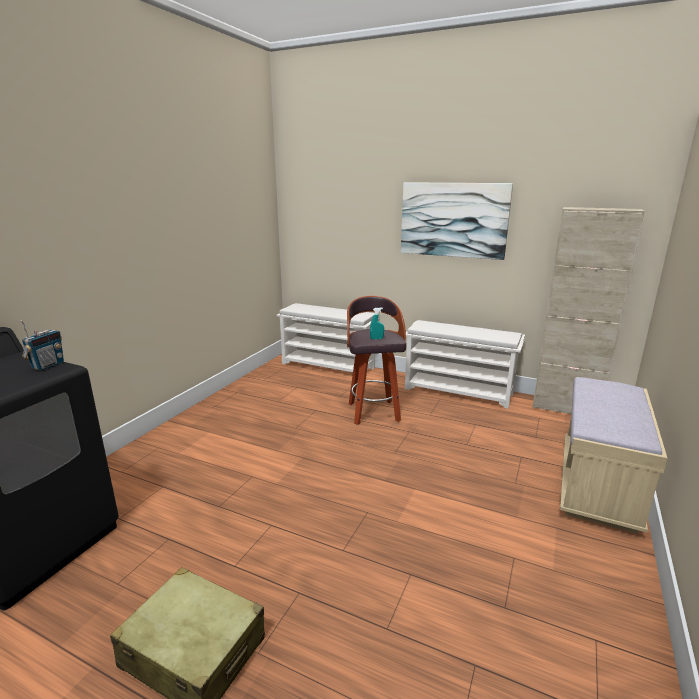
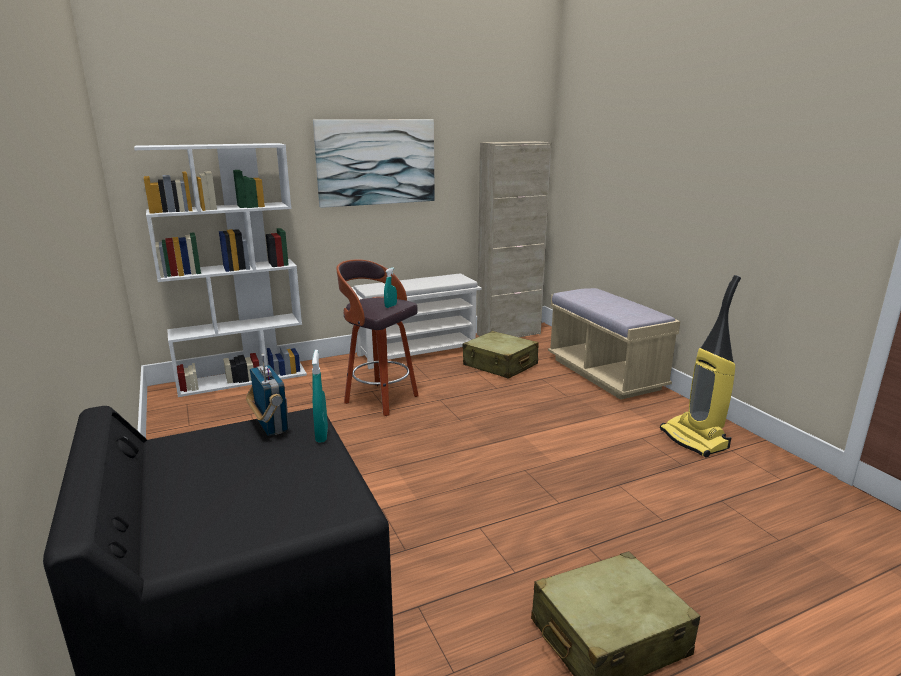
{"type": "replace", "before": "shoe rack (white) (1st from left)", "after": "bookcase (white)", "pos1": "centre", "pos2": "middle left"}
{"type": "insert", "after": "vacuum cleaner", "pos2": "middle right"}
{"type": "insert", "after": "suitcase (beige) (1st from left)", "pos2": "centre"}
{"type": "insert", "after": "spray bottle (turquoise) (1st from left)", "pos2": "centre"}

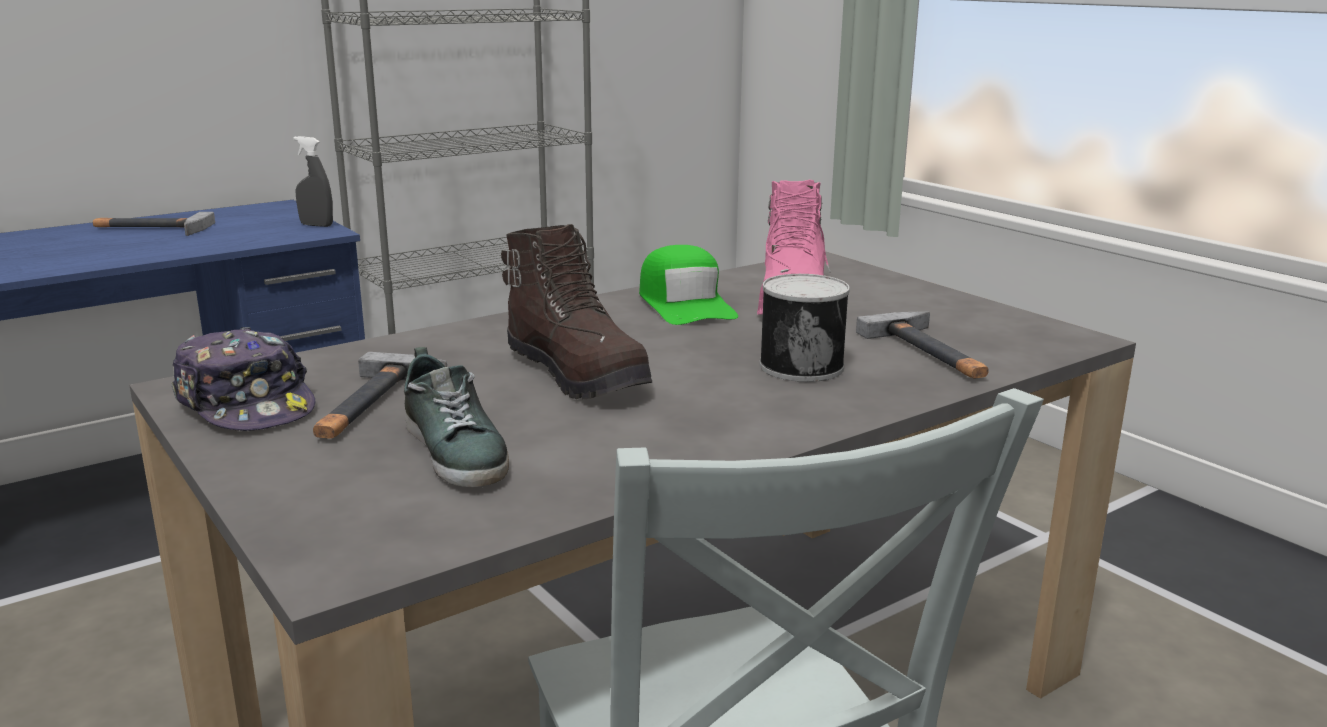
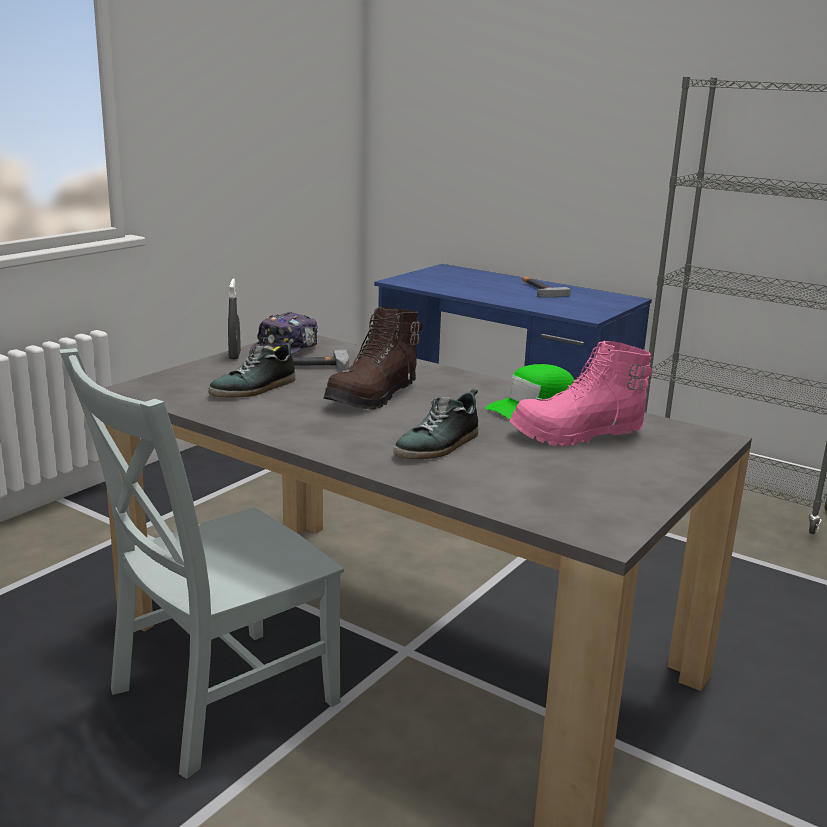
{"type": "move", "before": "spray bottle (grey)", "pos1": "top left", "pos2": "middle left"}
{"type": "replace", "before": "can", "after": "shoe (2nd from left)", "pos1": "centre", "pos2": "centre"}
{"type": "delete", "before": "hammer (3rd from left)", "pos1": "middle right"}

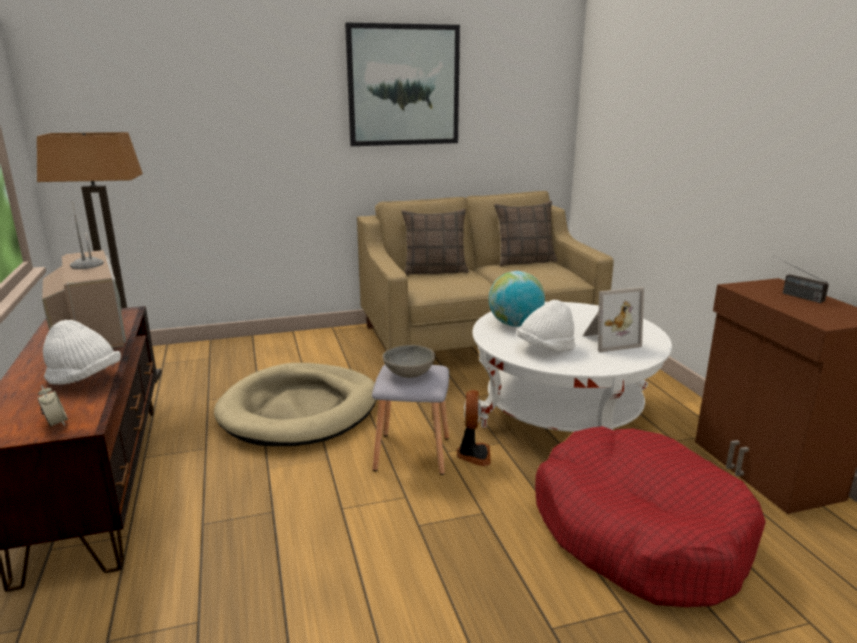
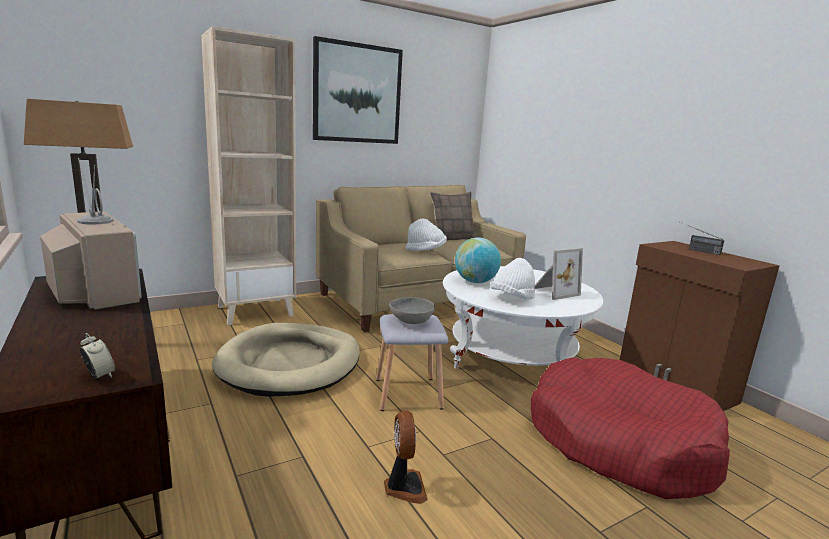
{"type": "delete", "before": "pillow (1st from left)", "pos1": "centre"}
{"type": "move", "before": "hat (white) (1st from left)", "pos1": "middle left", "pos2": "centre"}
{"type": "move", "before": "fan", "pos1": "centre", "pos2": "bottom centre"}
{"type": "insert", "after": "bookcase (beige)", "pos2": "top left"}

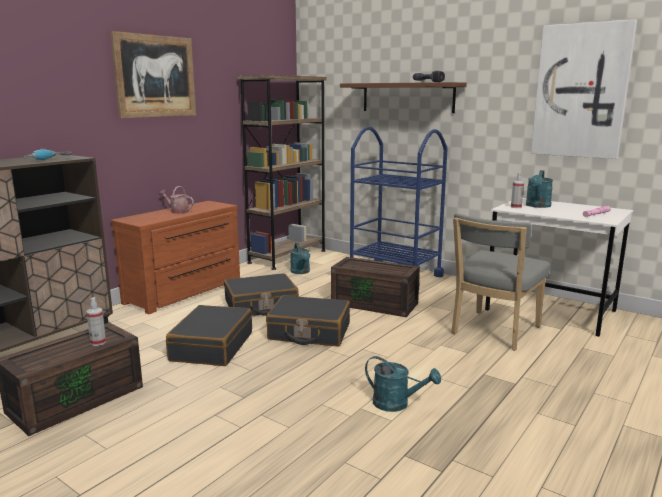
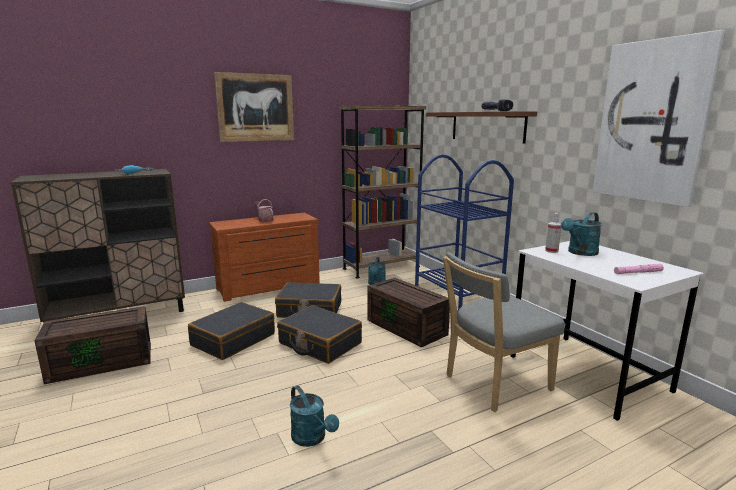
{"type": "delete", "before": "spray bottle (1st from left)", "pos1": "middle left"}

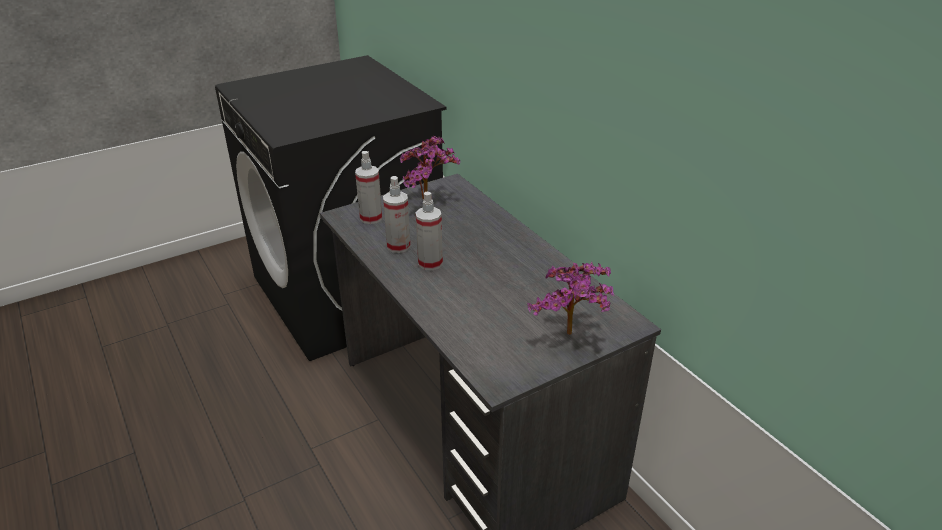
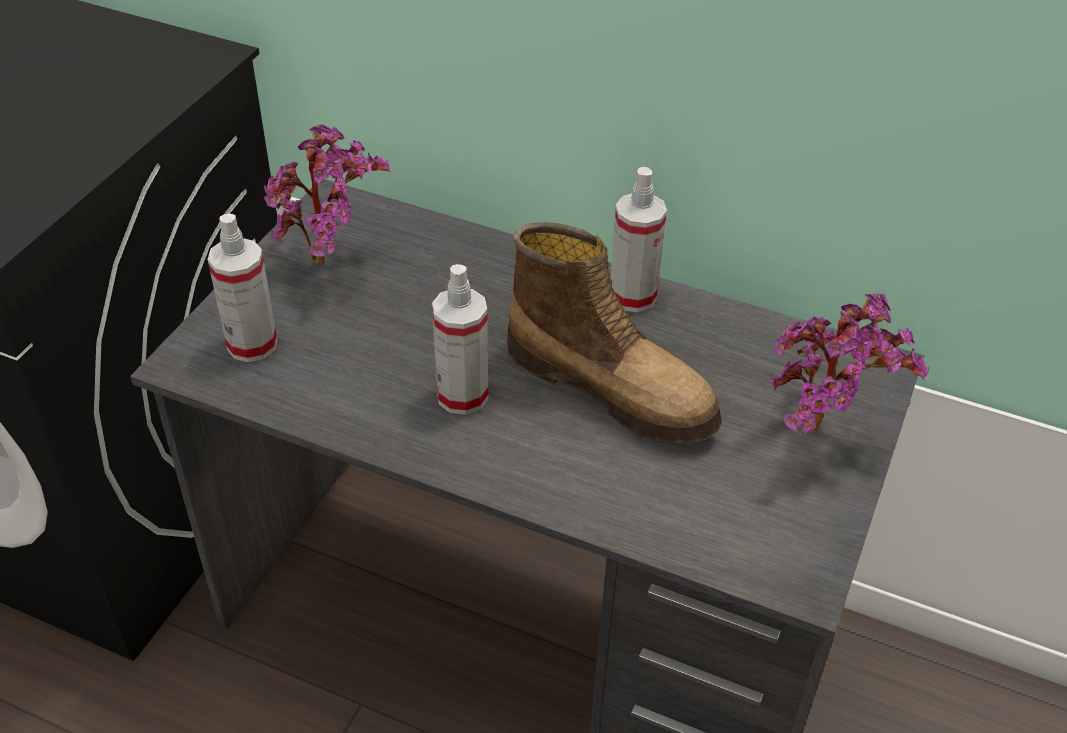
{"type": "move", "before": "spray bottle (2nd from left in the first image)", "after": "spray bottle (3rd from left)", "pos1": "centre", "pos2": "top centre"}
{"type": "insert", "after": "boot", "pos2": "centre"}

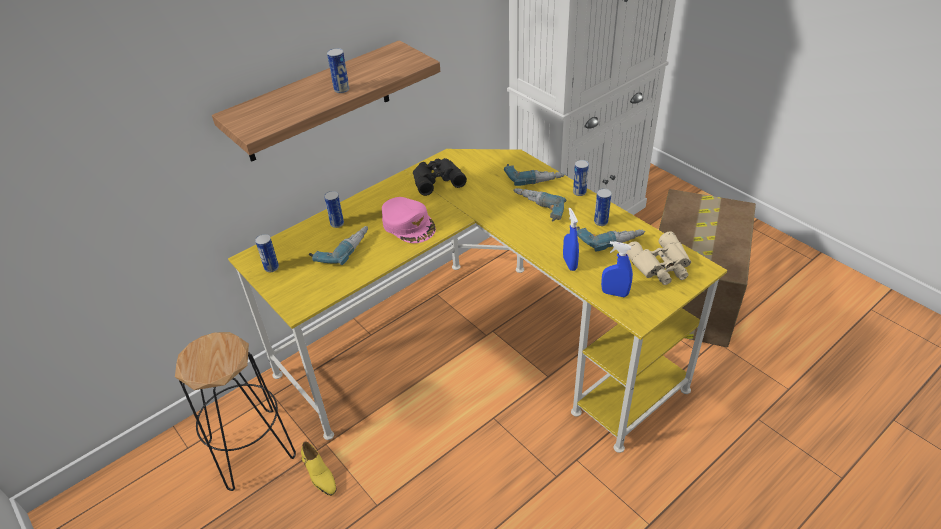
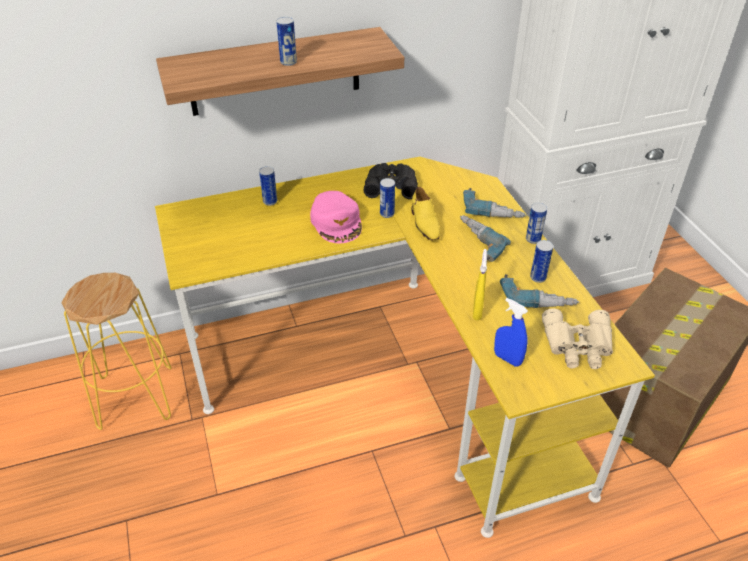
{"type": "recolor", "before": "spray bottle (blue) (1st from left)", "after": "spray bottle (yellow)", "pos1": "centre", "pos2": "centre"}
{"type": "delete", "before": "power drill (1st from left)", "pos1": "centre"}
{"type": "move", "before": "can (1st from left in the first image)", "after": "can (3rd from left)", "pos1": "middle left", "pos2": "centre"}
{"type": "recolor", "before": "stool (black)", "after": "stool (yellow)", "pos1": "bottom left", "pos2": "middle left"}
{"type": "move", "before": "shoe (yellow)", "pos1": "bottom centre", "pos2": "centre"}

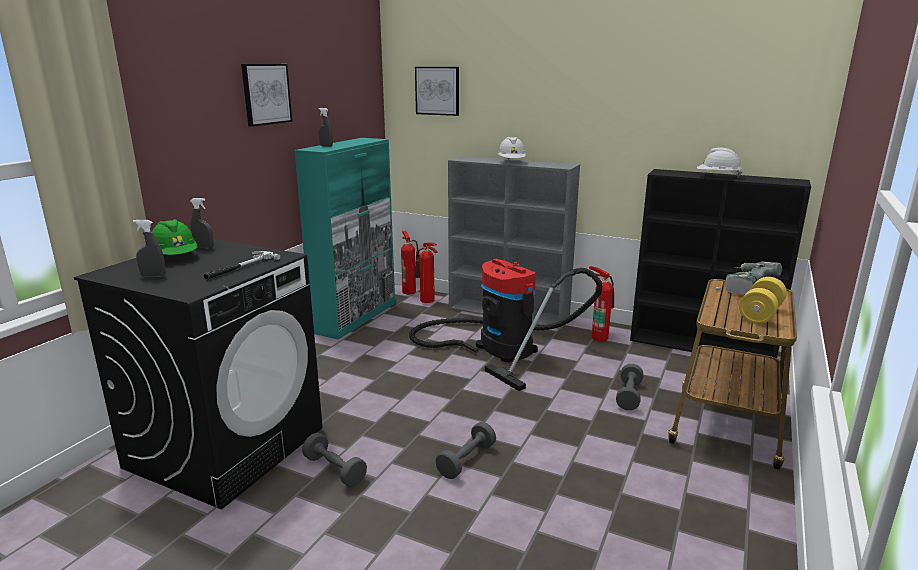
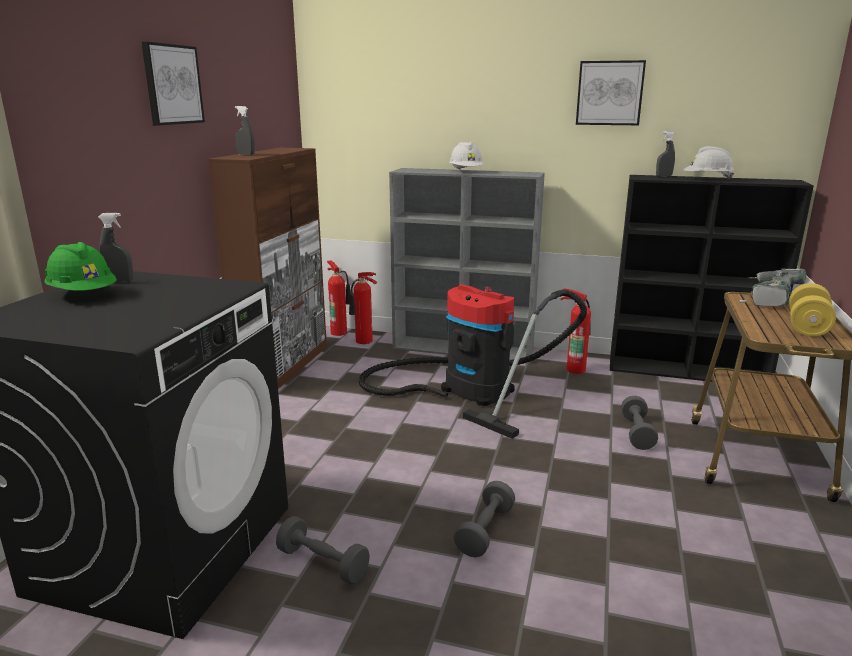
{"type": "move", "before": "picture (2nd from left)", "pos1": "top centre", "pos2": "top right"}
{"type": "recolor", "before": "cabinet (turquoise)", "after": "cabinet (brown)", "pos1": "centre", "pos2": "middle left"}
{"type": "move", "before": "spray bottle (grey) (1st from left in the first image)", "after": "spray bottle (grey) (3rd from left)", "pos1": "middle left", "pos2": "top right"}
{"type": "delete", "before": "hammer", "pos1": "middle left"}

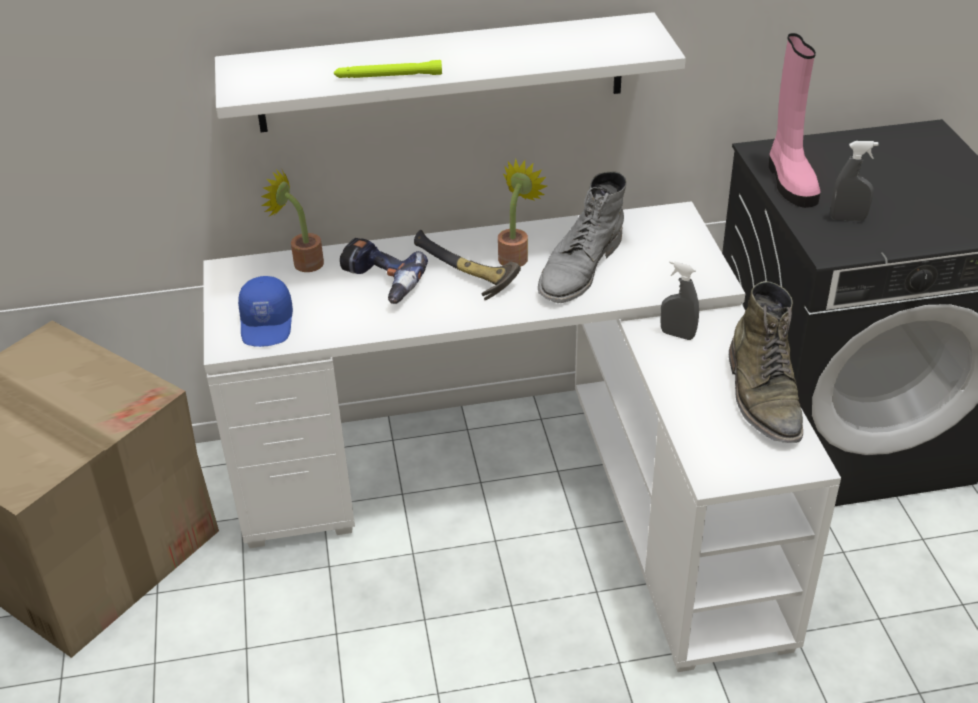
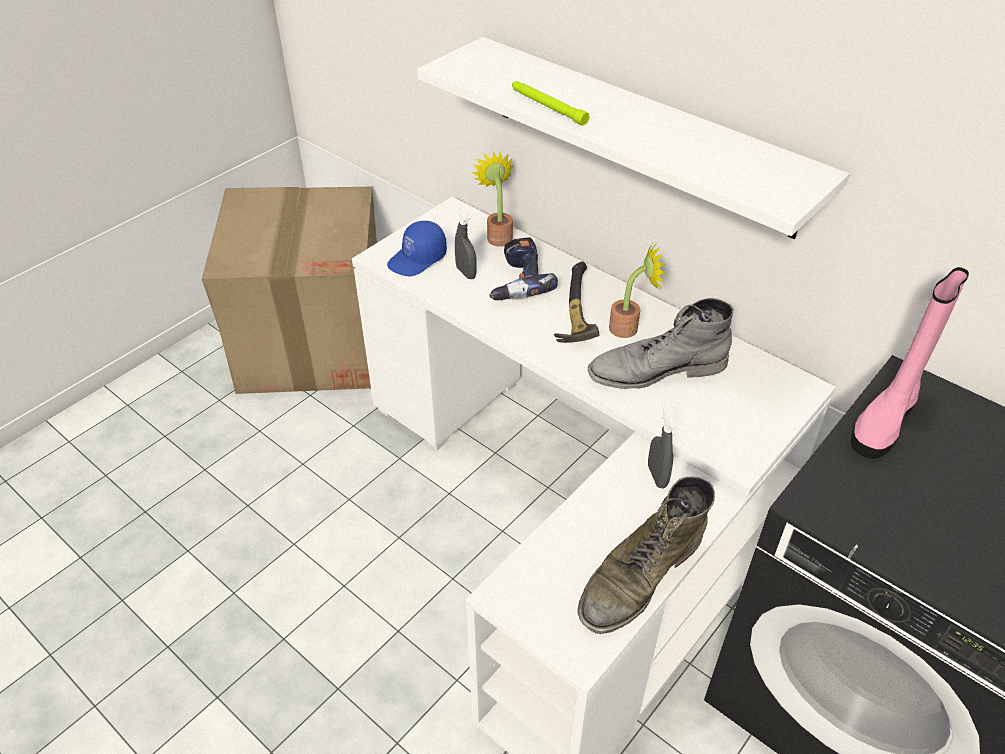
{"type": "move", "before": "spray bottle (grey) (2nd from left in the first image)", "after": "spray bottle (grey) (1st from left)", "pos1": "top right", "pos2": "top centre"}

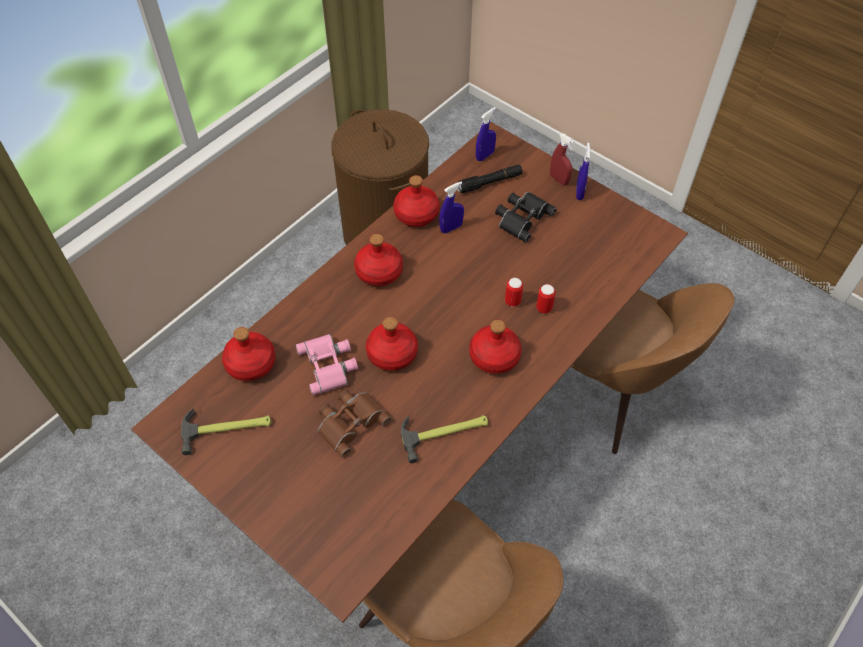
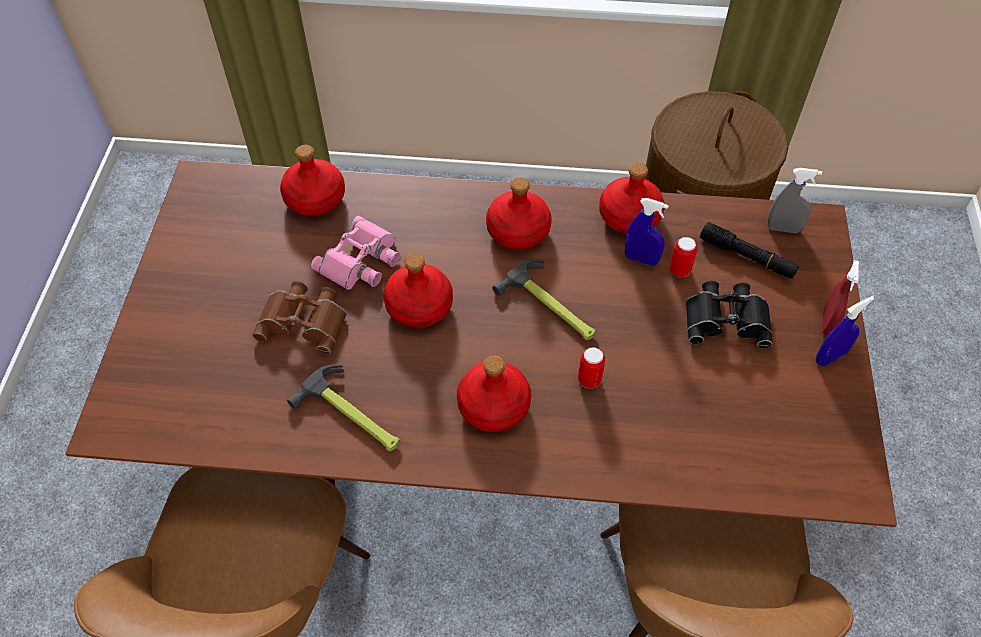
{"type": "recolor", "before": "spray bottle (blue) (2nd from left)", "after": "spray bottle (grey)", "pos1": "top centre", "pos2": "top right"}
{"type": "move", "before": "can (2nd from left)", "pos1": "centre", "pos2": "middle right"}
{"type": "move", "before": "hammer (1st from left in the first image)", "after": "hammer (2nd from left)", "pos1": "middle left", "pos2": "centre"}

